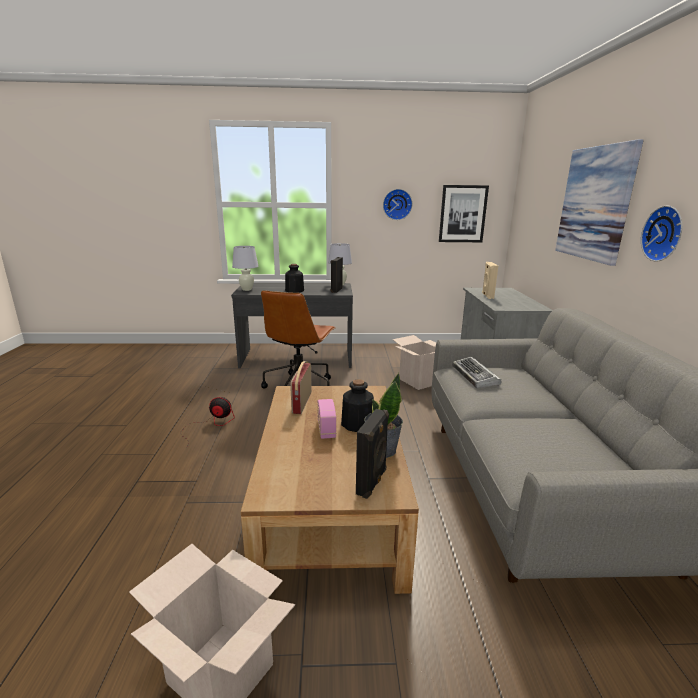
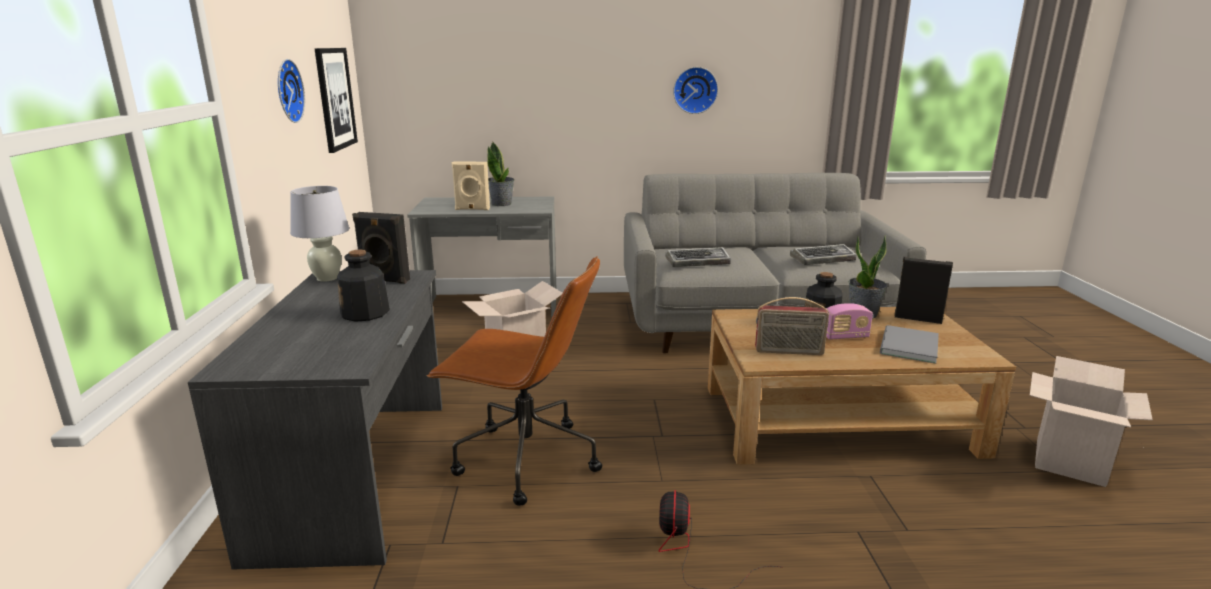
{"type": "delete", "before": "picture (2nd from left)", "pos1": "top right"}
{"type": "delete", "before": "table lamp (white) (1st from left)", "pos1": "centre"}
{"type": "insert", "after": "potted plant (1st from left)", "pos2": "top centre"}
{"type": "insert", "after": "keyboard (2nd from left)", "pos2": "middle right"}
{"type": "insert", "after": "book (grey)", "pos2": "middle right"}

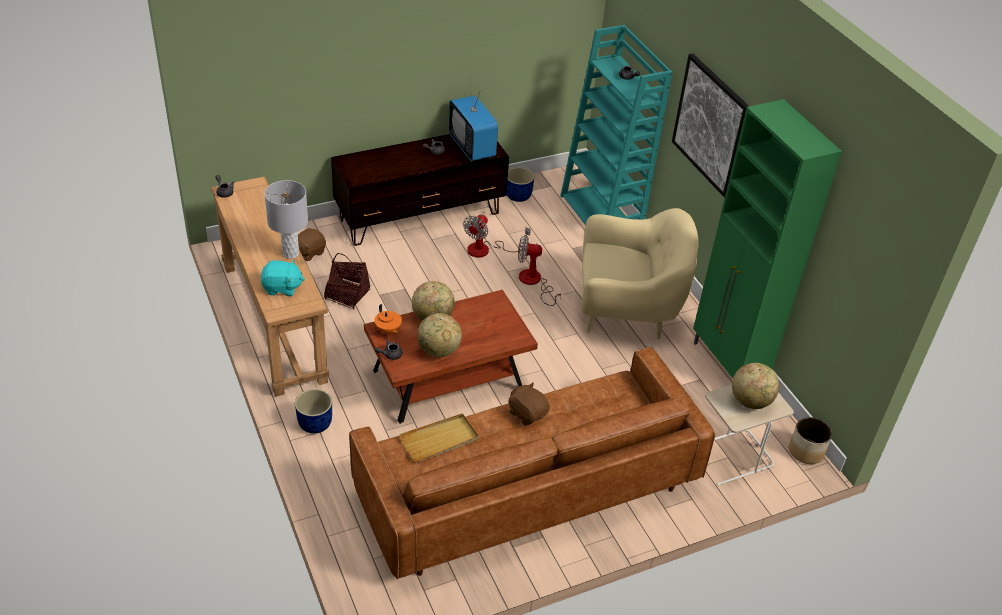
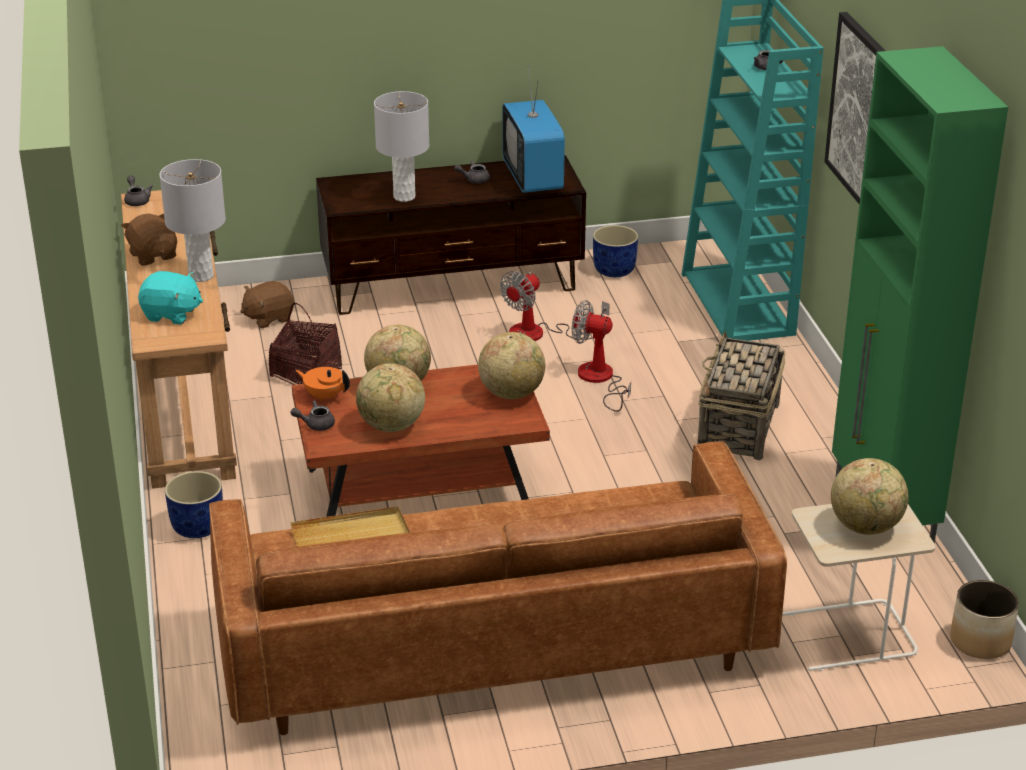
{"type": "replace", "before": "armchair (beige)", "after": "basket (2nd from left)", "pos1": "centre", "pos2": "middle right"}
{"type": "rotate", "before": "teapot (orange)", "pos1": "centre", "pos2": "middle left", "turn": 135}
{"type": "move", "before": "plush toy (brown) (2nd from left in the first image)", "after": "plush toy (brown) (1st from left)", "pos1": "centre", "pos2": "top left"}
{"type": "insert", "after": "table lamp (grey) (2nd from left)", "pos2": "top centre"}
{"type": "insert", "after": "globe (3rd from left)", "pos2": "centre"}

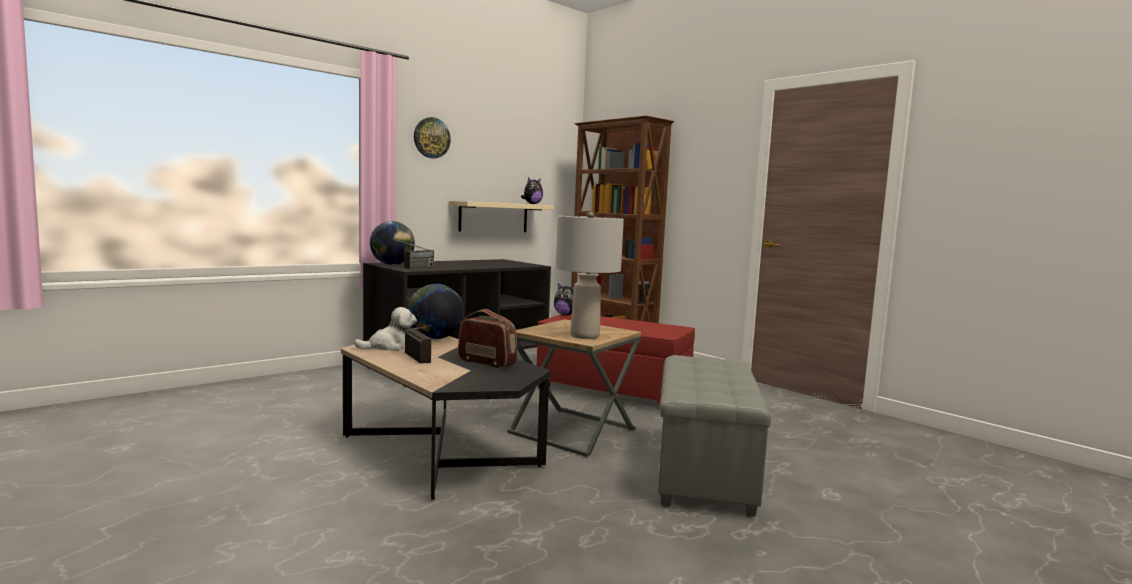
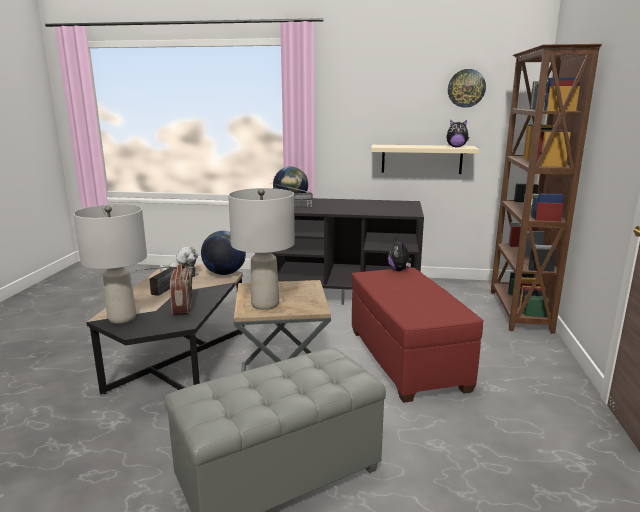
{"type": "move", "before": "wall clock", "pos1": "top centre", "pos2": "top right"}
{"type": "insert", "after": "table lamp (grey) (1st from left)", "pos2": "middle left"}

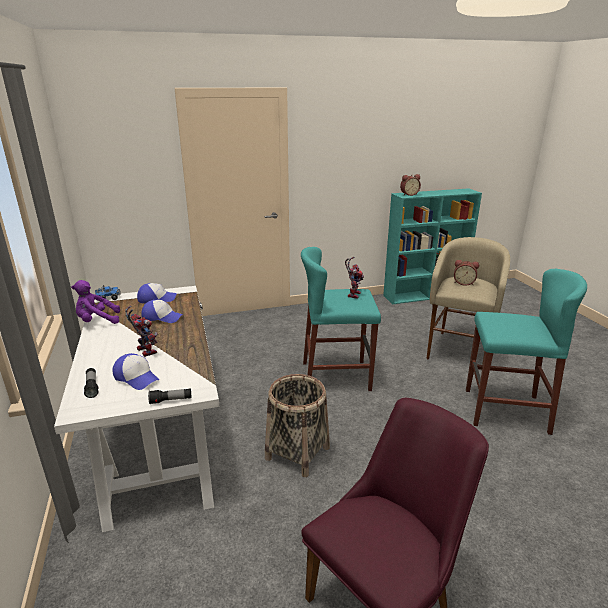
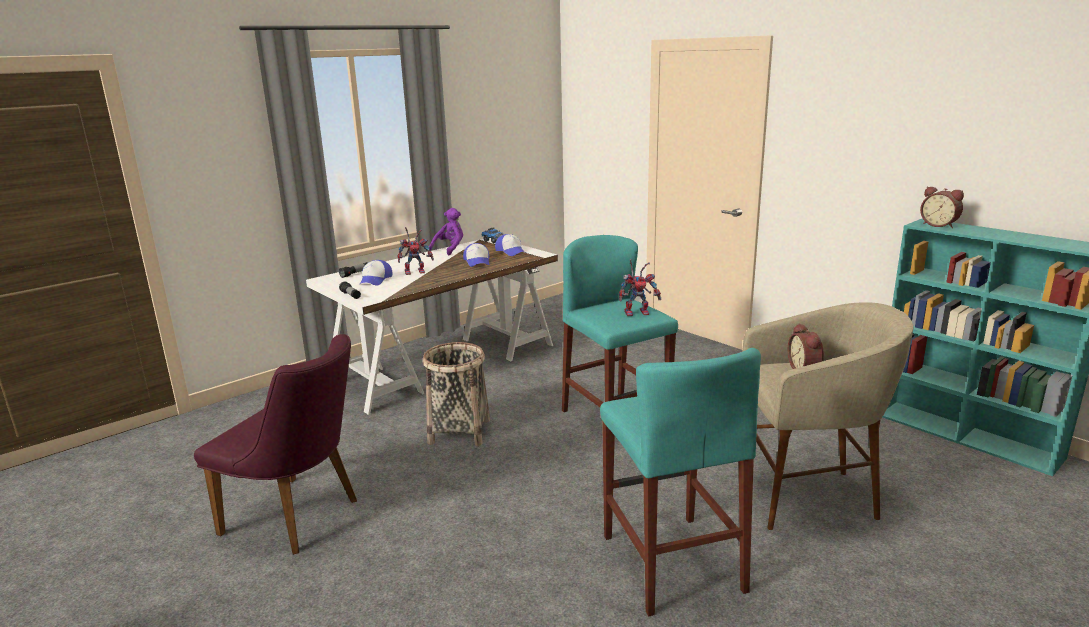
{"type": "rotate", "before": "plush toy (purple)", "pos1": "middle left", "pos2": "centre", "turn": 75}
{"type": "rotate", "before": "toy robot (1st from left)", "pos1": "middle left", "pos2": "centre", "turn": 45}

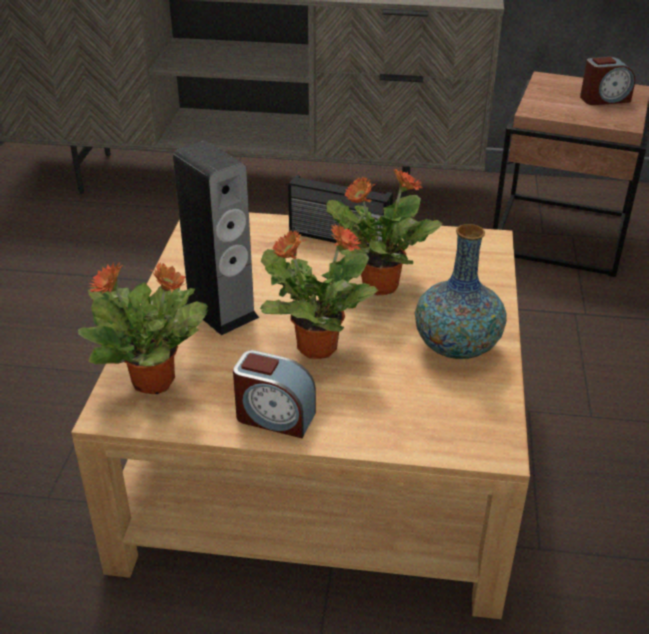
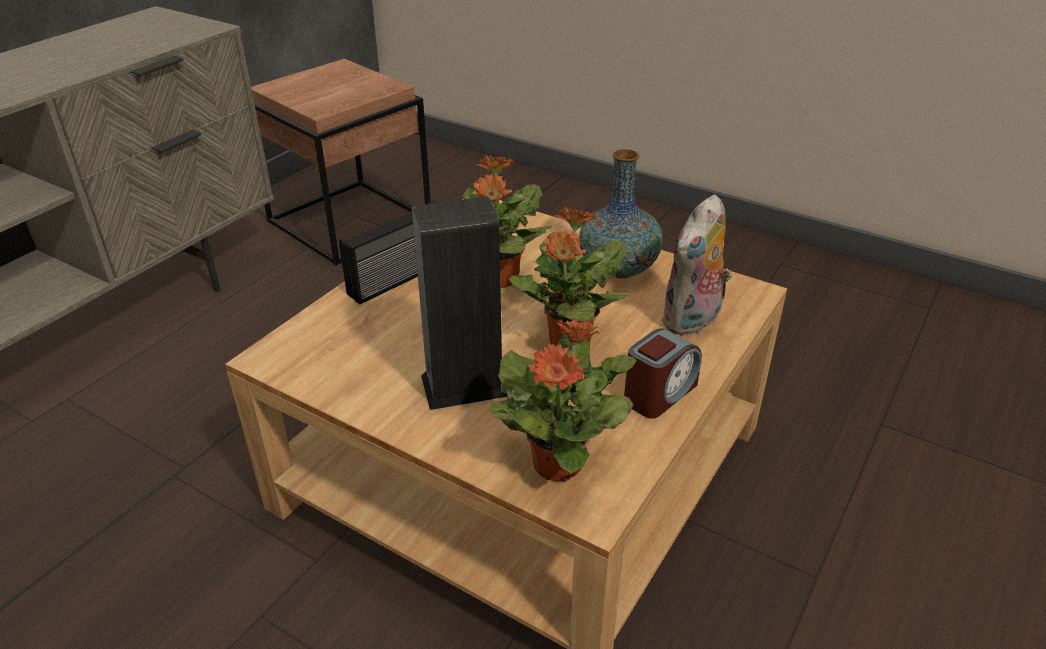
{"type": "delete", "before": "alarm clock (2nd from left)", "pos1": "top right"}
{"type": "insert", "after": "plush toy", "pos2": "centre"}

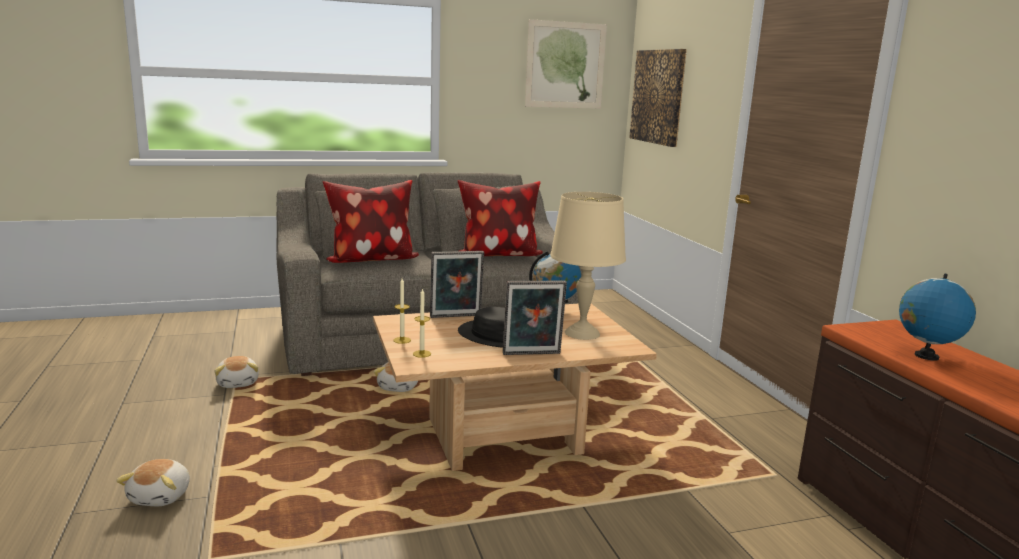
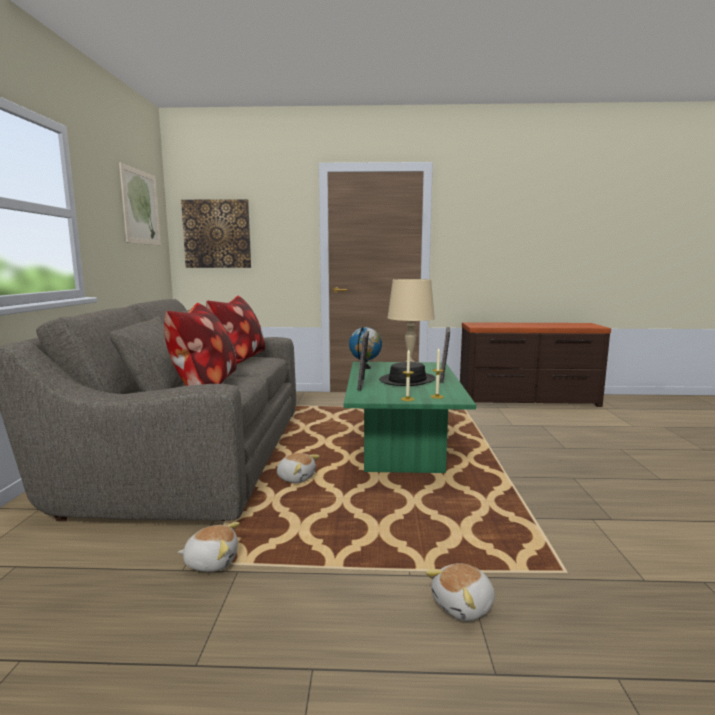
{"type": "delete", "before": "globe (2nd from left)", "pos1": "middle right"}
{"type": "recolor", "before": "coffee table (beige)", "after": "coffee table (green)", "pos1": "bottom centre", "pos2": "centre"}
{"type": "rotate", "before": "plush toy (1st from left in the first image)", "pos1": "bottom left", "pos2": "bottom centre", "turn": 120}

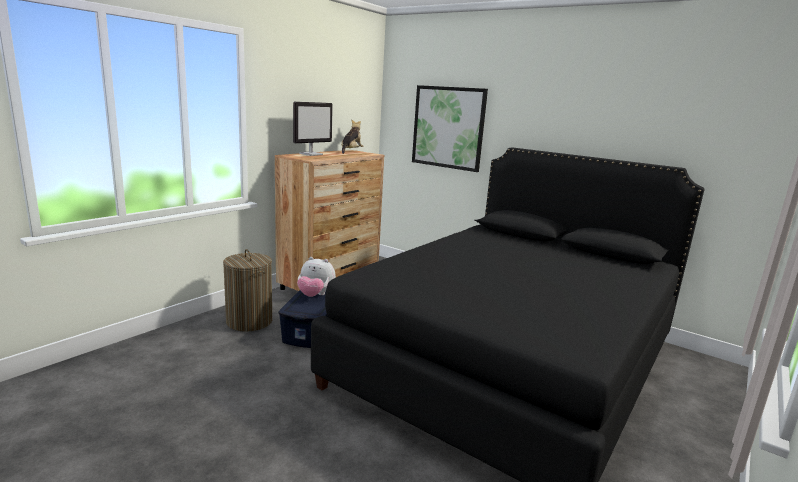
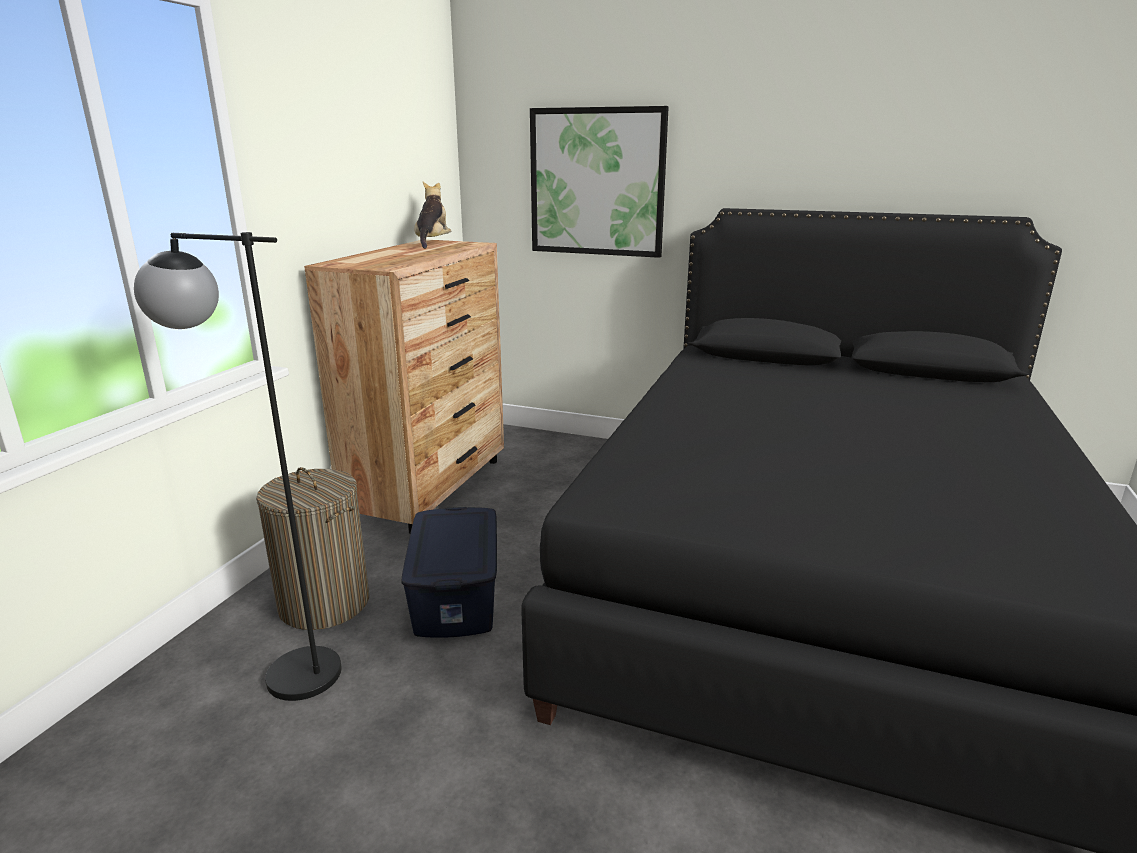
{"type": "delete", "before": "monitor", "pos1": "top centre"}
{"type": "delete", "before": "plush toy (1st from left)", "pos1": "centre"}
{"type": "insert", "after": "floor lamp (black)", "pos2": "middle left"}

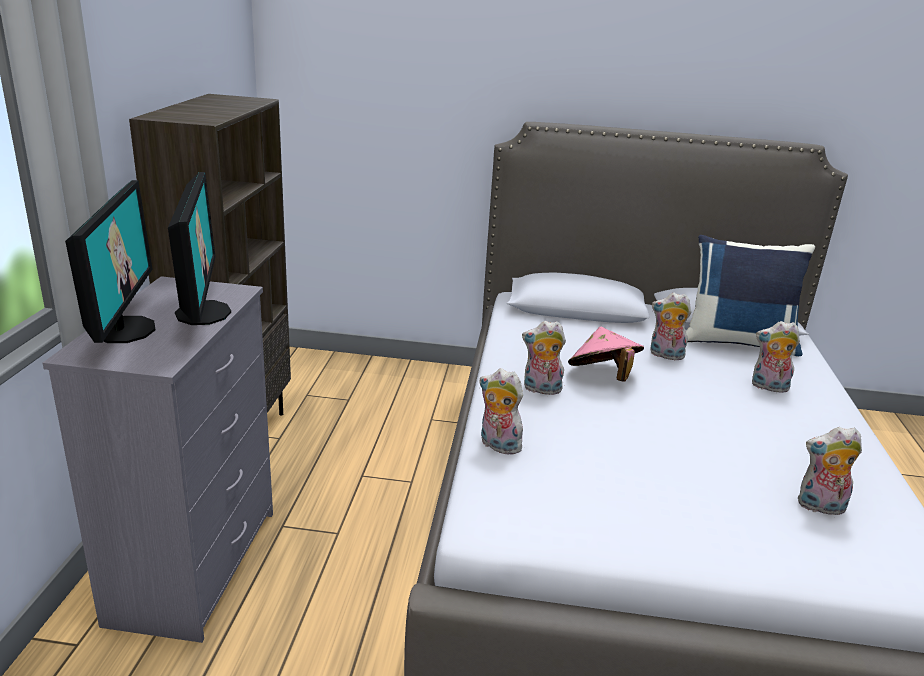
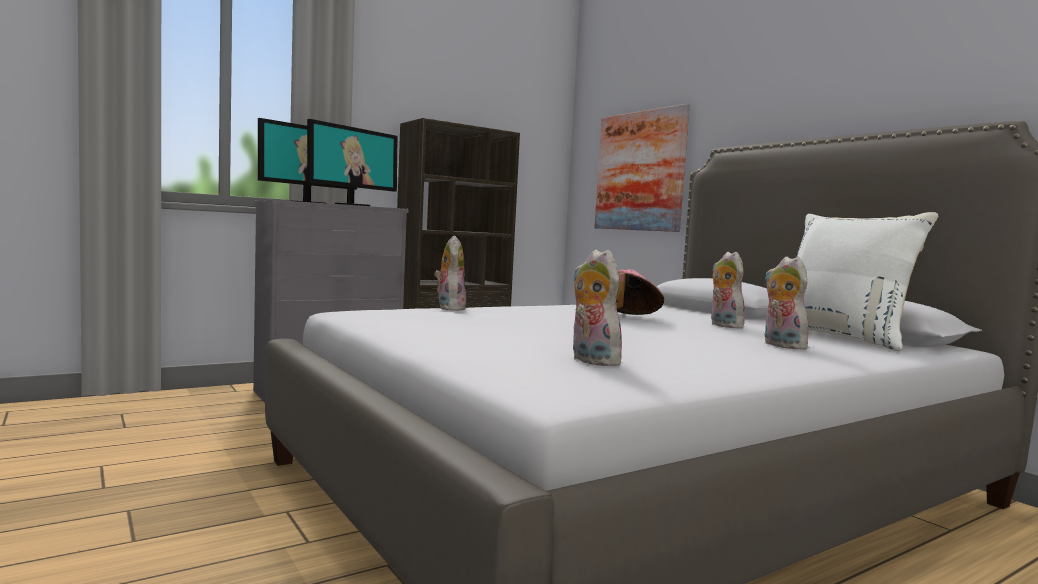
{"type": "recolor", "before": "pillow (blue)", "after": "pillow (white)", "pos1": "middle right", "pos2": "middle right"}
{"type": "delete", "before": "plush toy (2nd from left)", "pos1": "centre"}
{"type": "insert", "after": "picture", "pos2": "top centre"}

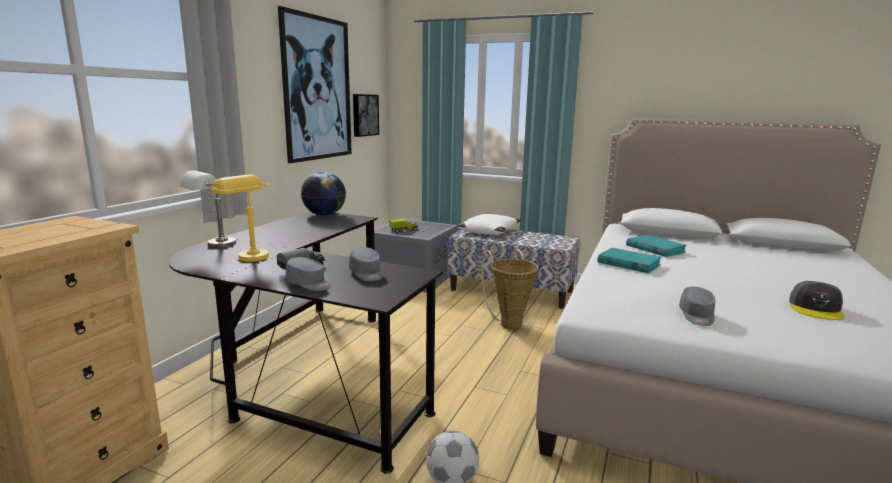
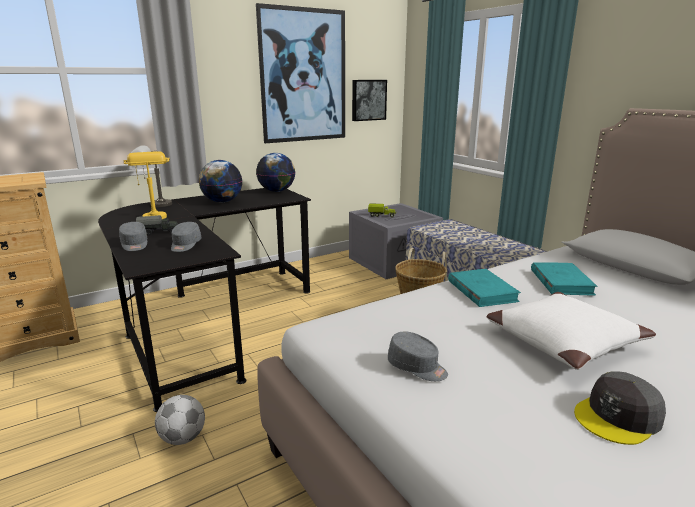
{"type": "move", "before": "pillow (white)", "pos1": "centre", "pos2": "middle right"}
{"type": "rotate", "before": "cap (grey) (3rd from left)", "pos1": "middle right", "pos2": "bottom centre", "turn": -105}
{"type": "insert", "after": "globe (1st from left)", "pos2": "middle left"}

